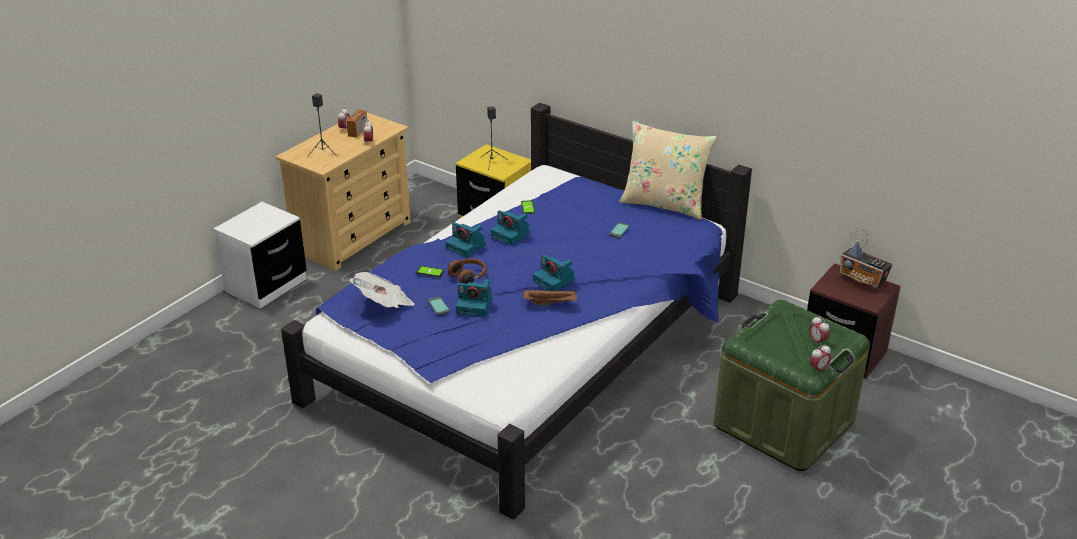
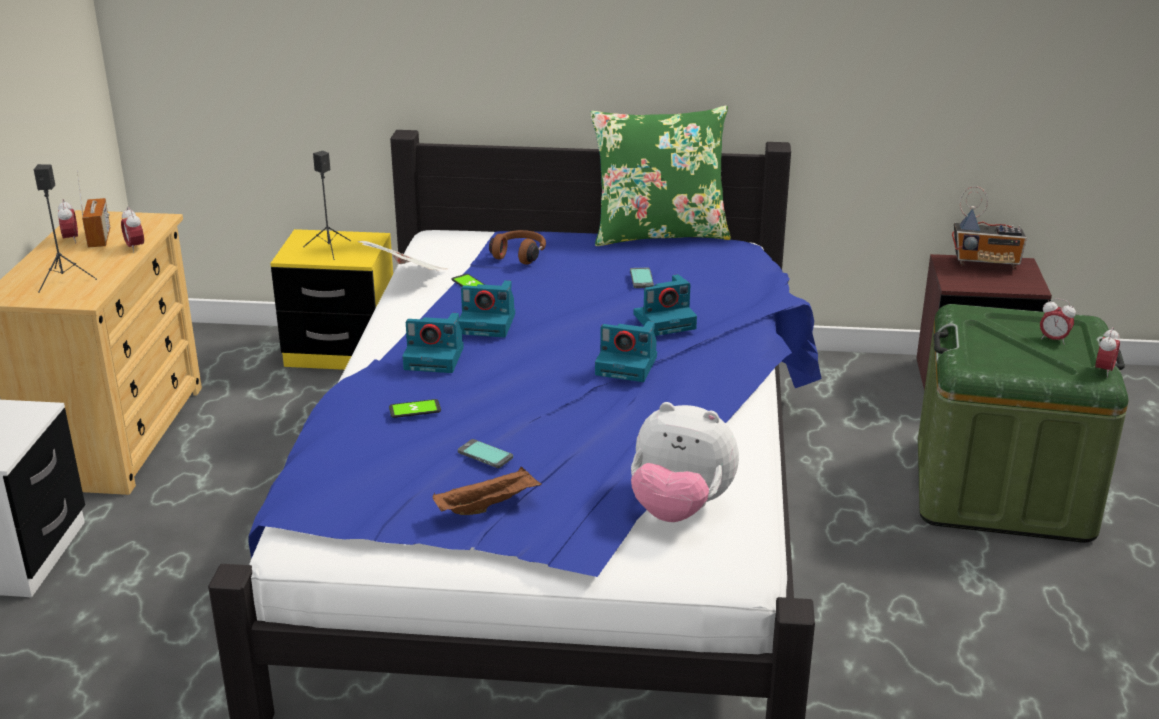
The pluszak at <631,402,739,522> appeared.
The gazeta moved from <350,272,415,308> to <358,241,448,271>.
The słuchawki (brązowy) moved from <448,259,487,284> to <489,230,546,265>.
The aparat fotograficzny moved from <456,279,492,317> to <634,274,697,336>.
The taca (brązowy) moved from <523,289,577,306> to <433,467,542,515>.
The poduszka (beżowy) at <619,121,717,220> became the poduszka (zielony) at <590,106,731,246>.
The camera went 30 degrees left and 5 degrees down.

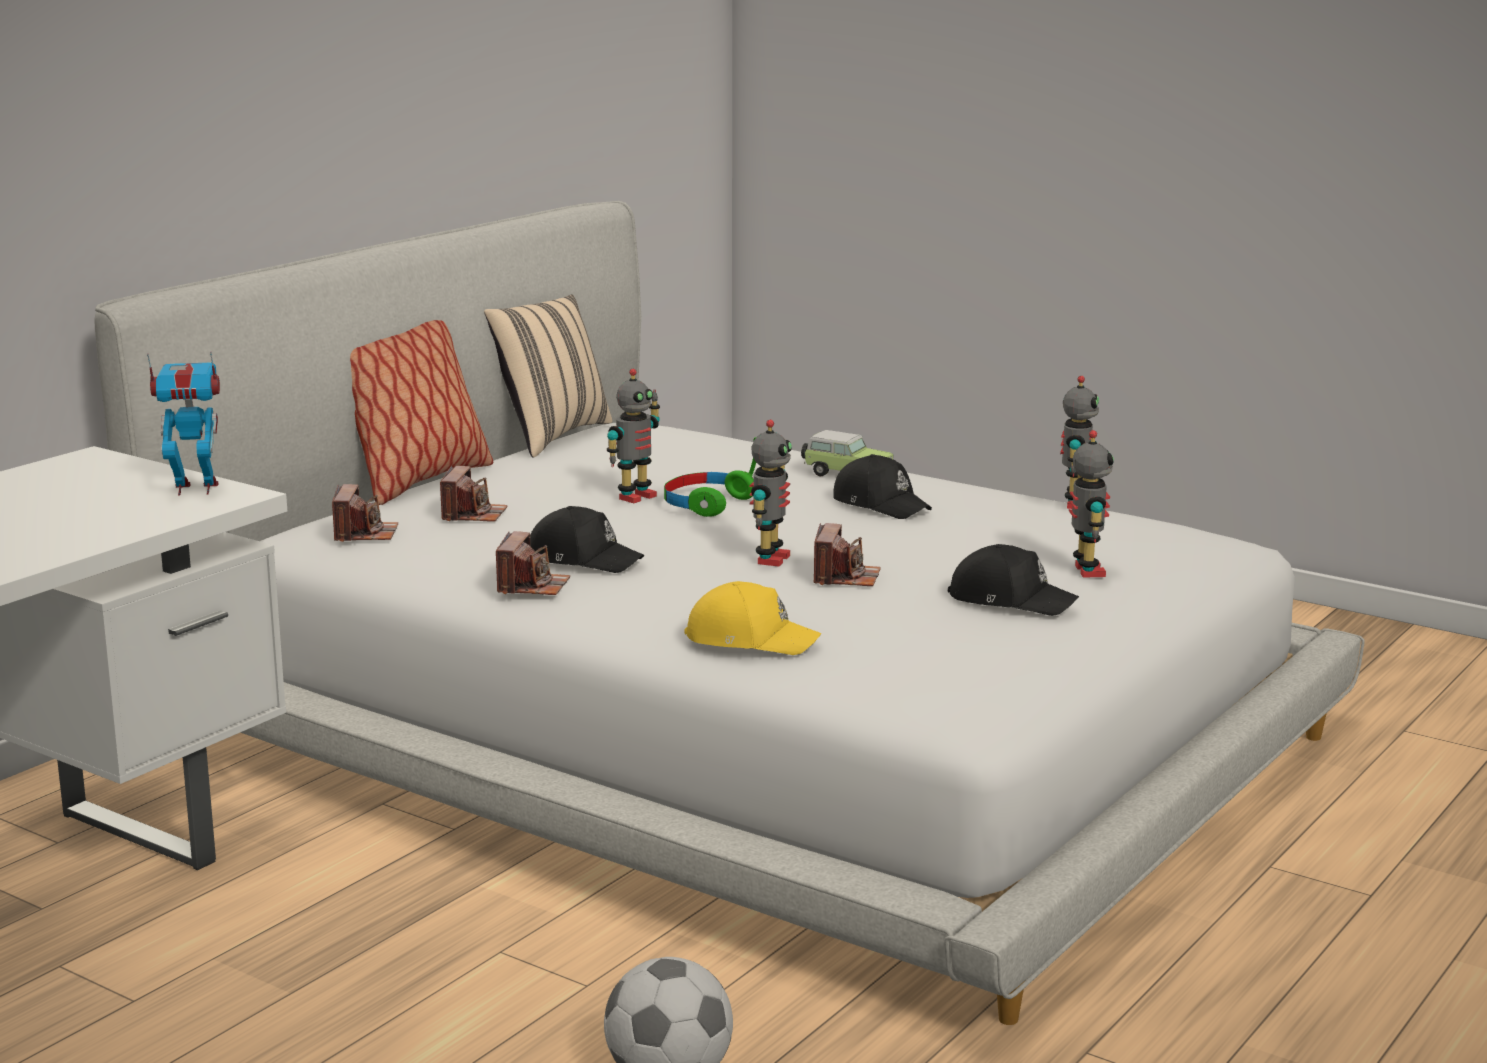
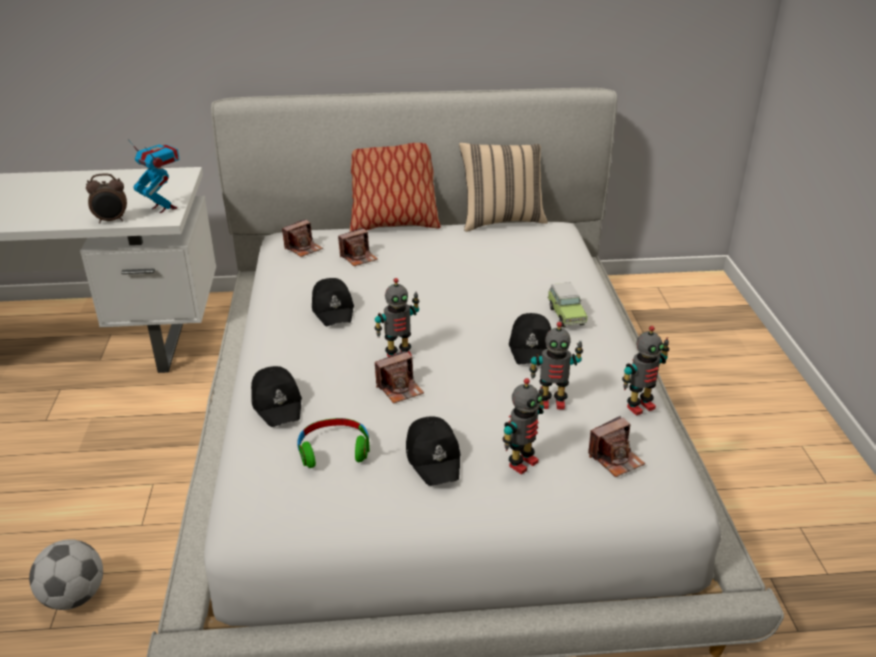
The budzik at <86,173,127,224> appeared.
The aparat fotograficzny moved from <496,531,570,595> to <588,416,645,477>.
The robot zabawkowy moved from <607,369,660,503> to <530,322,583,410>.
The słuchawki (zielony) moved from <664,437,756,517> to <298,418,370,468>.
The czapka z daszkiem (żółty) at <684,581,821,655> became the czapka z daszkiem (czarny) at <251,366,302,427>.
The camera went 50 degrees right and 15 degrees up.

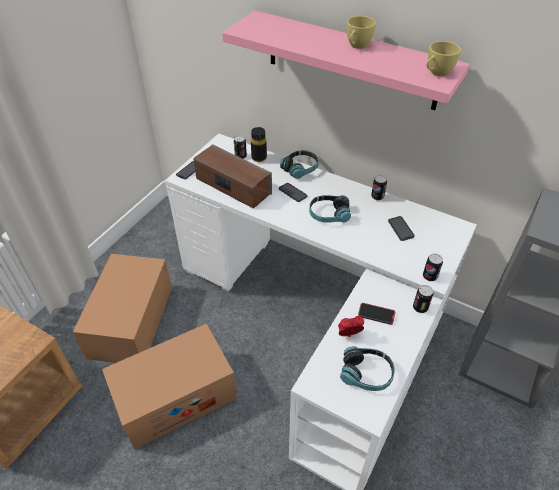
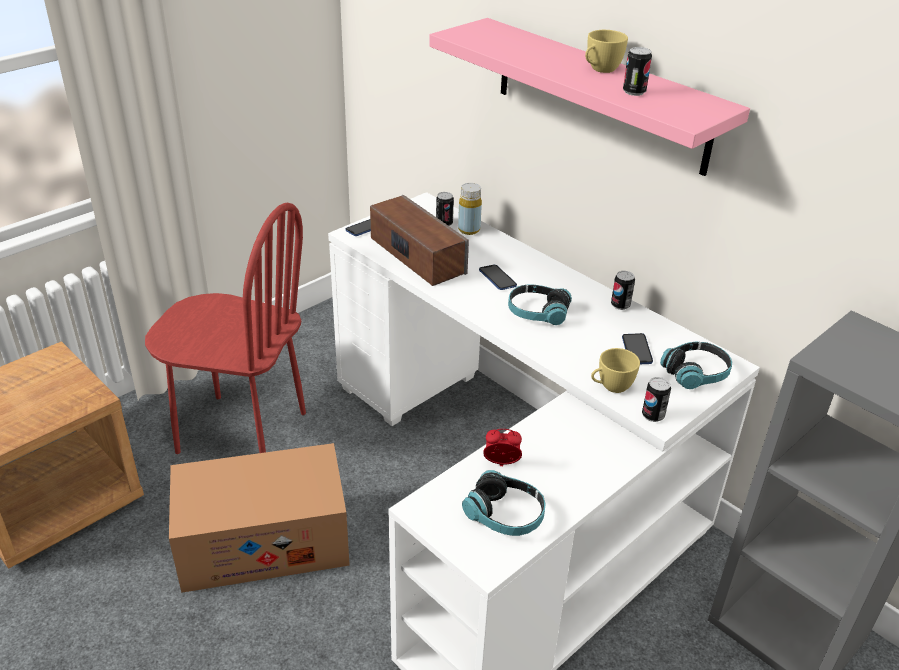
The telefon at <358,303,395,325> disappeared.
The słuchawki moved from <280,150,319,179> to <660,342,732,389>.
The puszka moved from <413,285,433,313> to <623,47,652,96>.
The filiżanka (żółty) moved from <426,41,461,76> to <591,348,640,393>.
The karton at <73,254,172,363> was replaced by the krzesło (czerwony) at <145,203,306,454>.
The butelka (czarny) at <251,127,267,162> became the butelka (żółty) at <458,183,482,235>.
The camera went 15 degrees right and 10 degrees down.

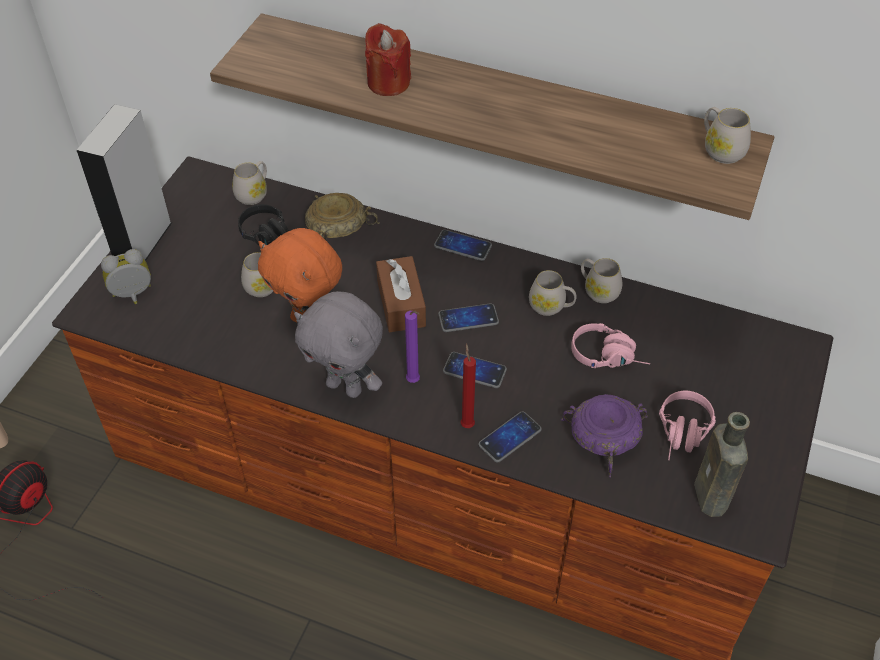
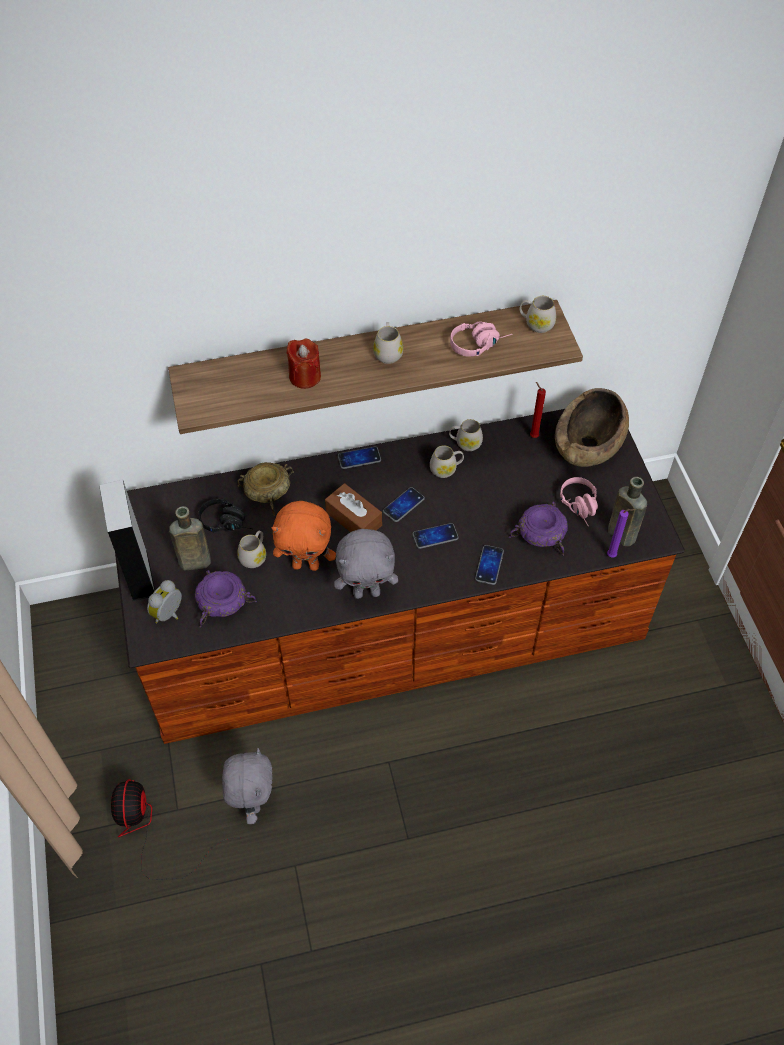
The butelka (brązowy) at <169,506,211,571> appeared.
The miska (fioletowy) at <195,570,257,627> appeared.
The pluszak (szary) at <222,748,273,824> appeared.
The miska (brązowy) at <555,388,629,467> appeared.
The kubek (biały) moved from <232,161,267,205> to <373,322,403,364>.
The świeca (fioletowy) moved from <405,311,420,383> to <607,509,635,558>.
The świeca (czerwony) moved from <460,343,476,428> to <530,382,546,438>.
The słuchawki (różowy) moved from <571,323,650,368> to <450,321,512,357>.
The camera went 35 degrees left and 5 degrees up.

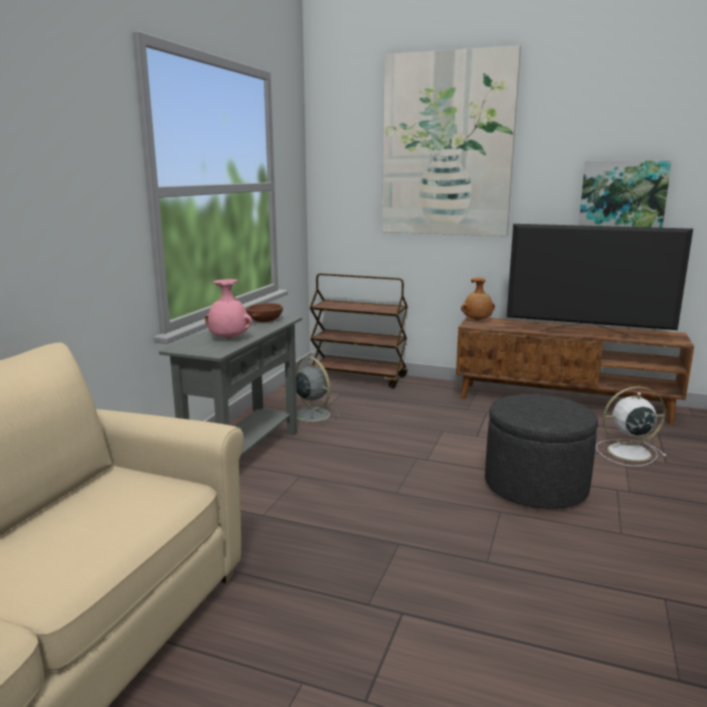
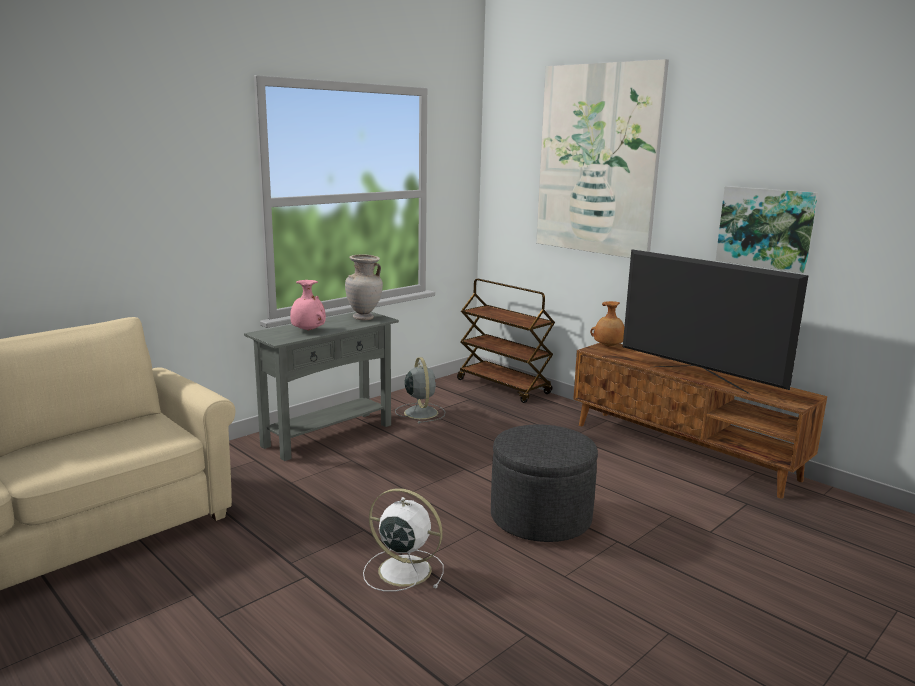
The wentylator (biały) moved from <596,386,666,467> to <363,488,444,592>.
The miska (brązowy) at <246,303,283,322> was replaced by the wazon (beżowy) at <345,255,383,320>.
The camera went 25 degrees right and 0 degrees up.

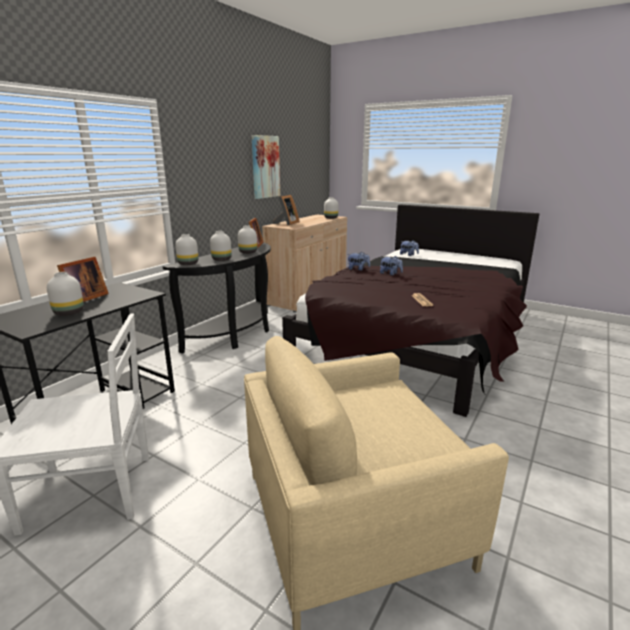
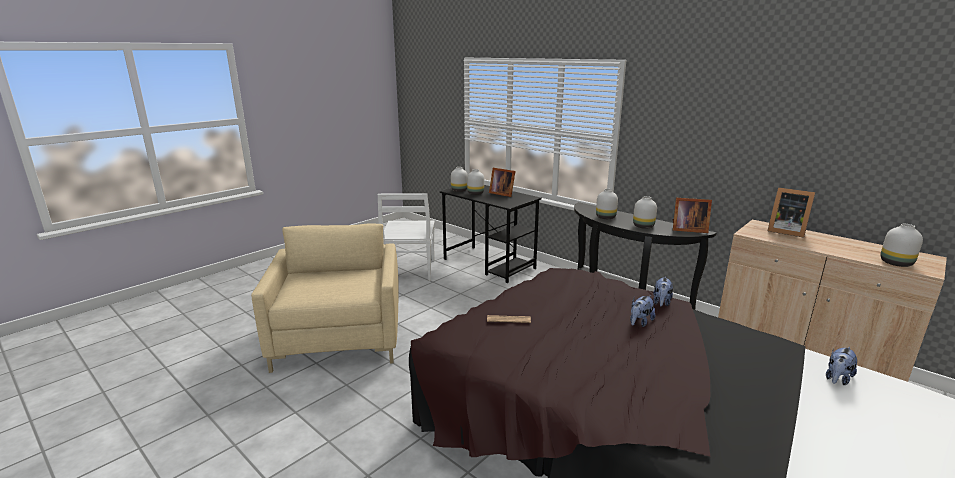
The obraz at <252,135,280,199> disappeared.
The wazon (biały) moved from <175,234,198,265> to <451,167,468,192>.
The camera went 100 degrees right and 0 degrees up.

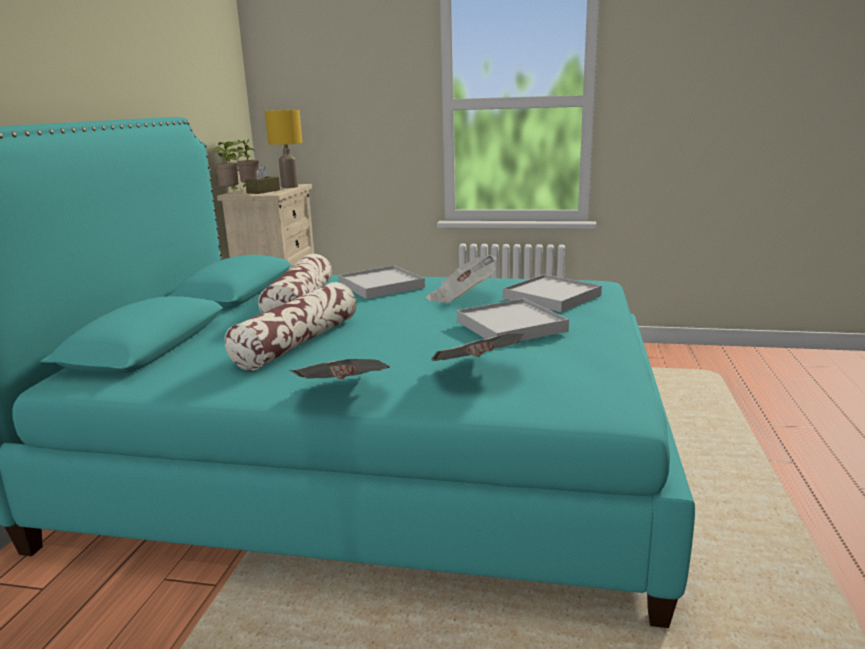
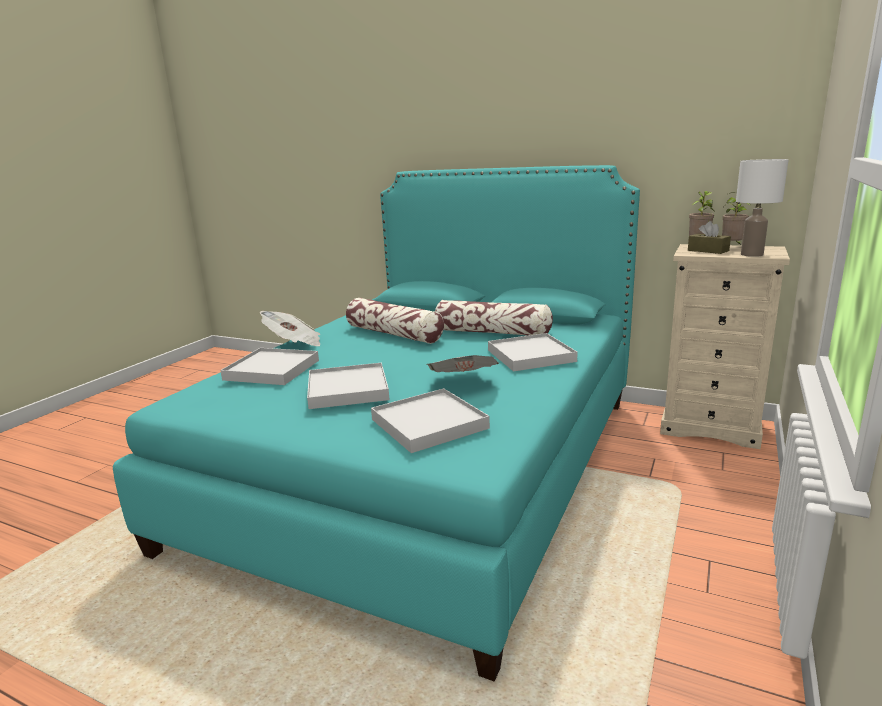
The gazeta at <431,334,524,361> was replaced by the taca (biały) at <220,348,319,385>.
The lampa stołowa (żółty) at <265,110,302,188> became the lampa stołowa (biały) at <736,159,789,257>.
The camera went 105 degrees right and 0 degrees up.

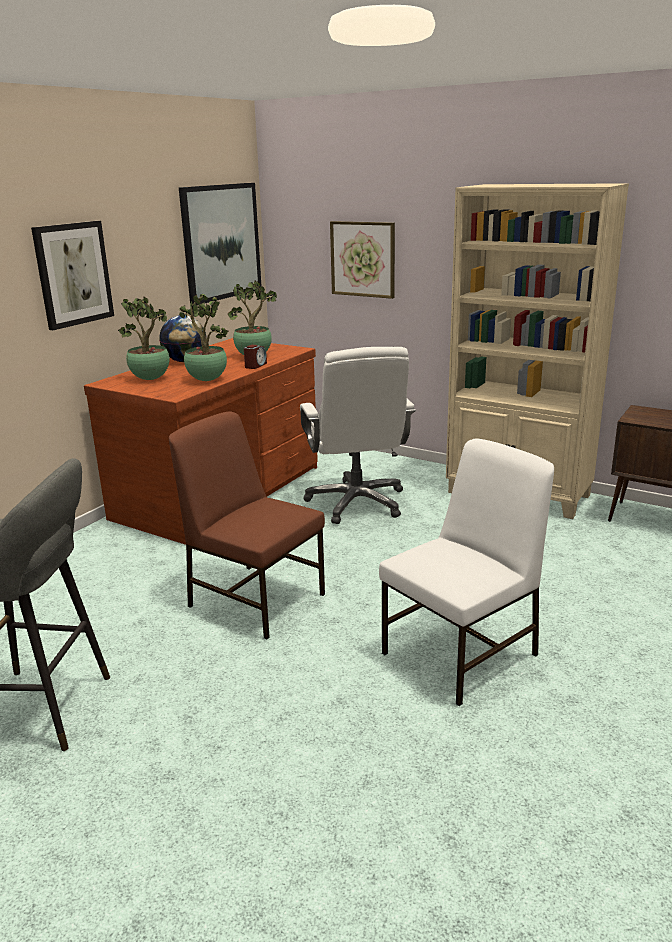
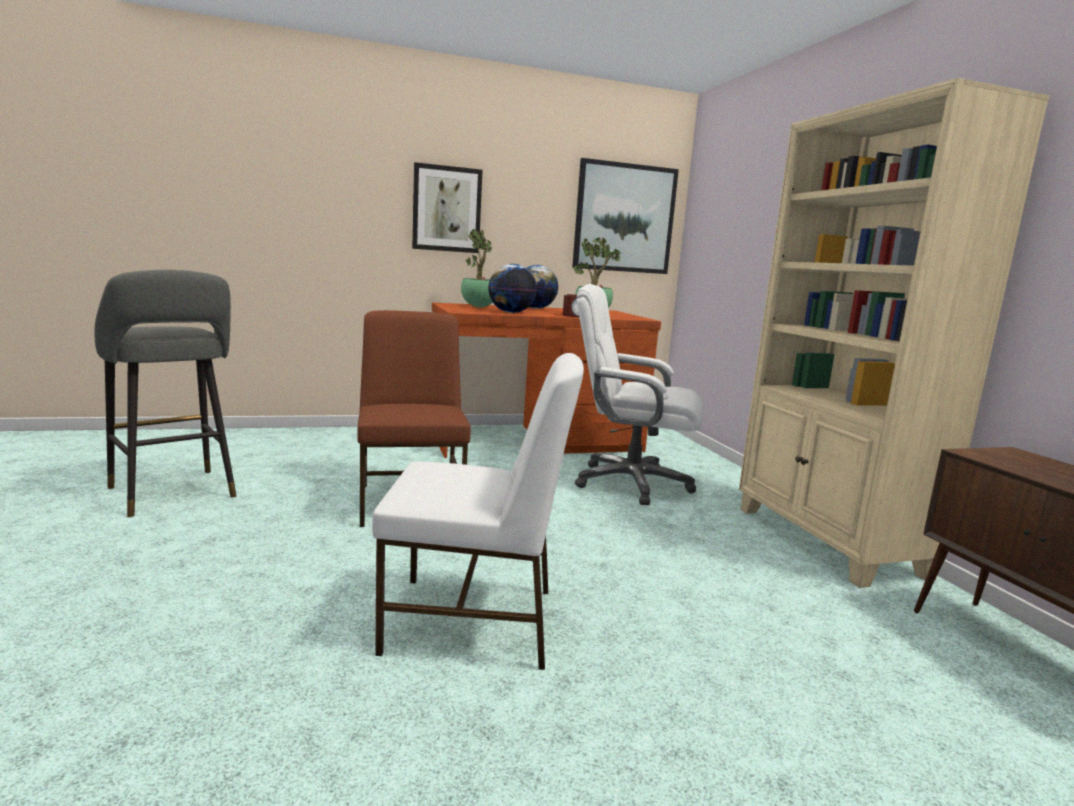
The obraz at <330,221,395,299> disappeared.
The roślina doniczkowa at <179,294,228,381> was replaced by the globus at <488,264,537,313>.
The krzesło biurowe (biały) at <300,347,416,524> turned 75 degrees clockwise.
The camera went 40 degrees right and 10 degrees down.

